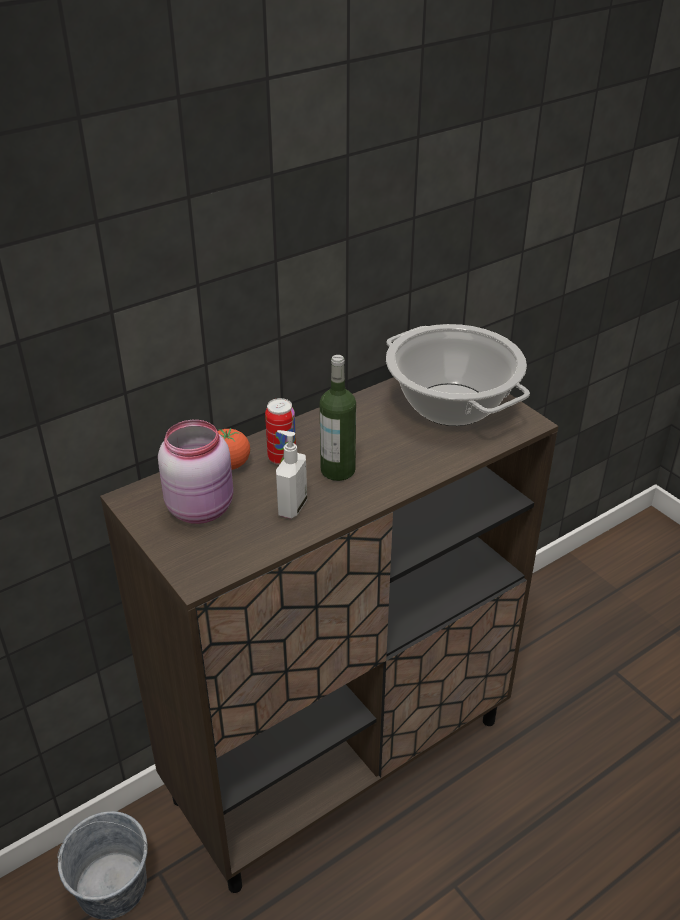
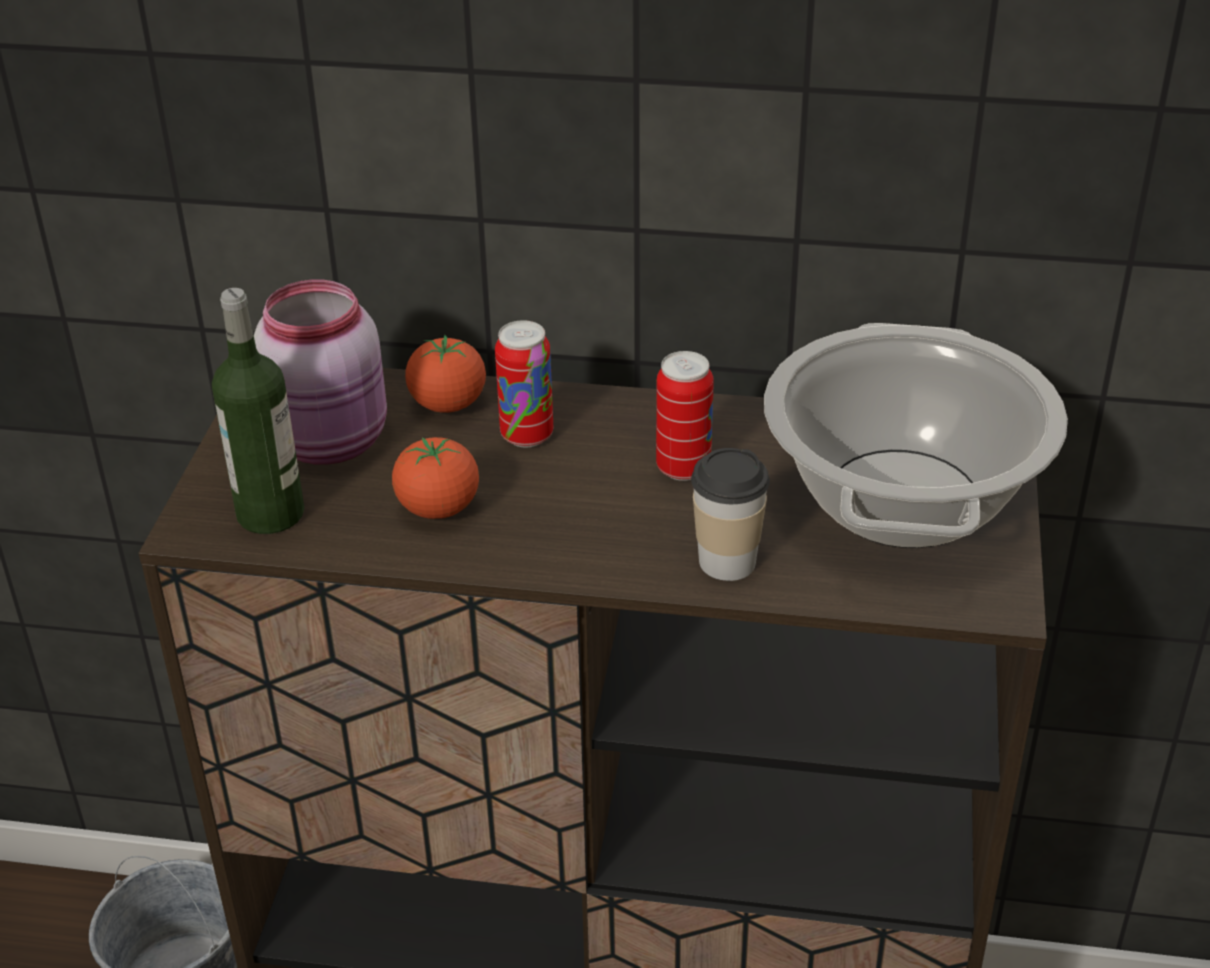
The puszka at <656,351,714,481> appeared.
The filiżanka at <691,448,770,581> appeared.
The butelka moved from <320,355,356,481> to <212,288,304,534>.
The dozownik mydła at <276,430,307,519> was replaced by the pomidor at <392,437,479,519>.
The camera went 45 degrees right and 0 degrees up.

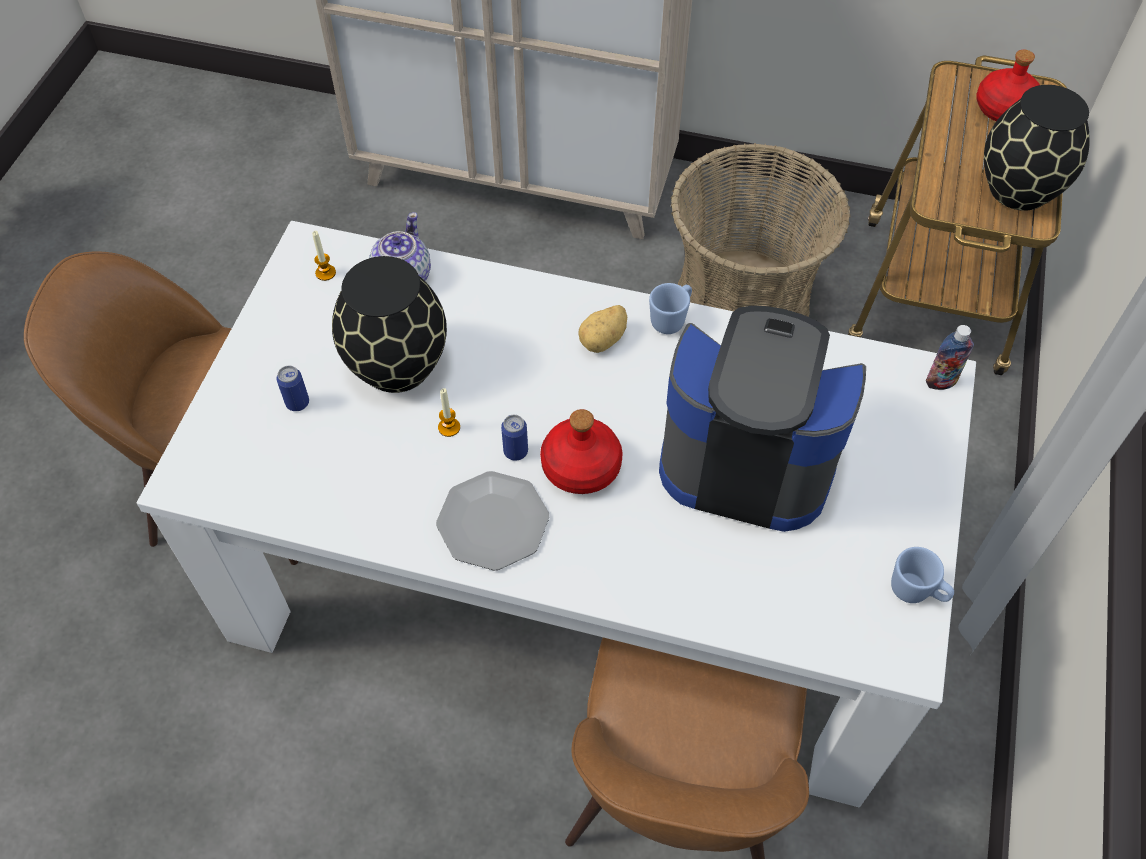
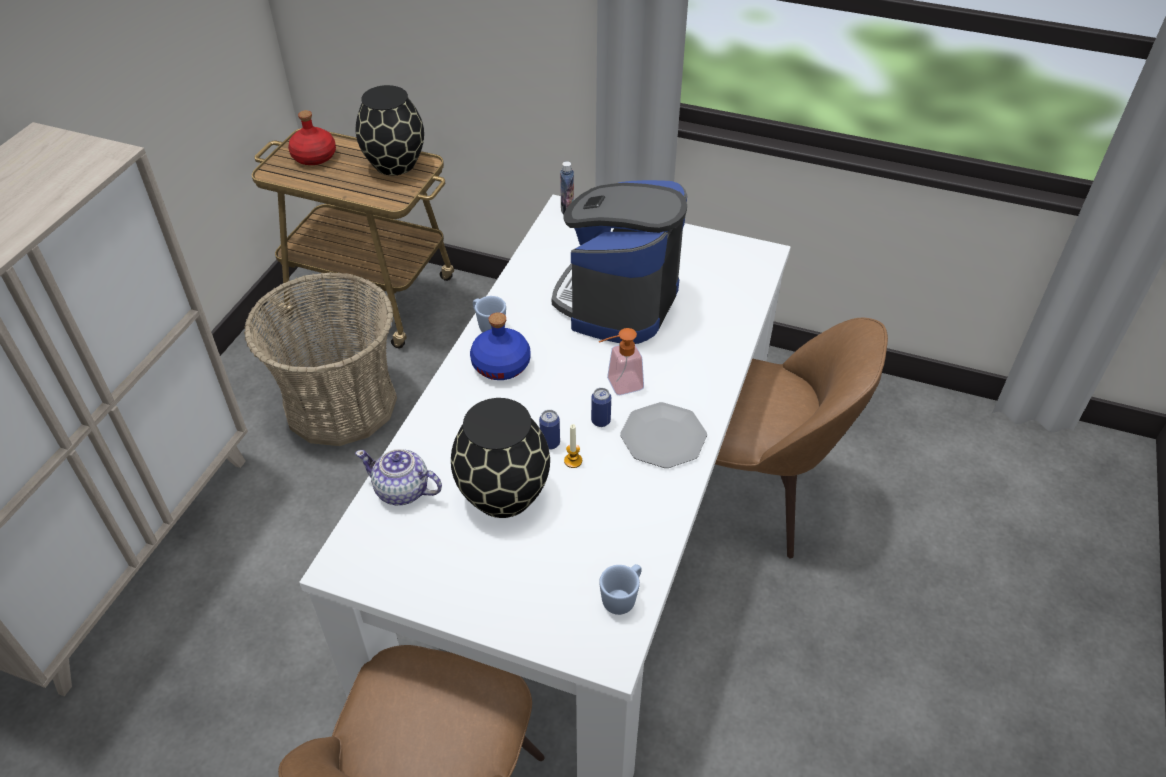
The świeca at <312,231,336,281> disappeared.
The puszka moved from <276,365,309,411> to <539,410,560,450>.
The kubek (niebieski) moved from <891,547,954,603> to <599,564,642,615>.
The butelka (czerwony) at <540,409,623,494> was replaced by the dozownik mydła at <599,328,644,395>.
The ziemniak at <578,305,627,353> was replaced by the butelka (niebieski) at <470,312,530,380>.
The camera went 85 degrees left and 10 degrees down.

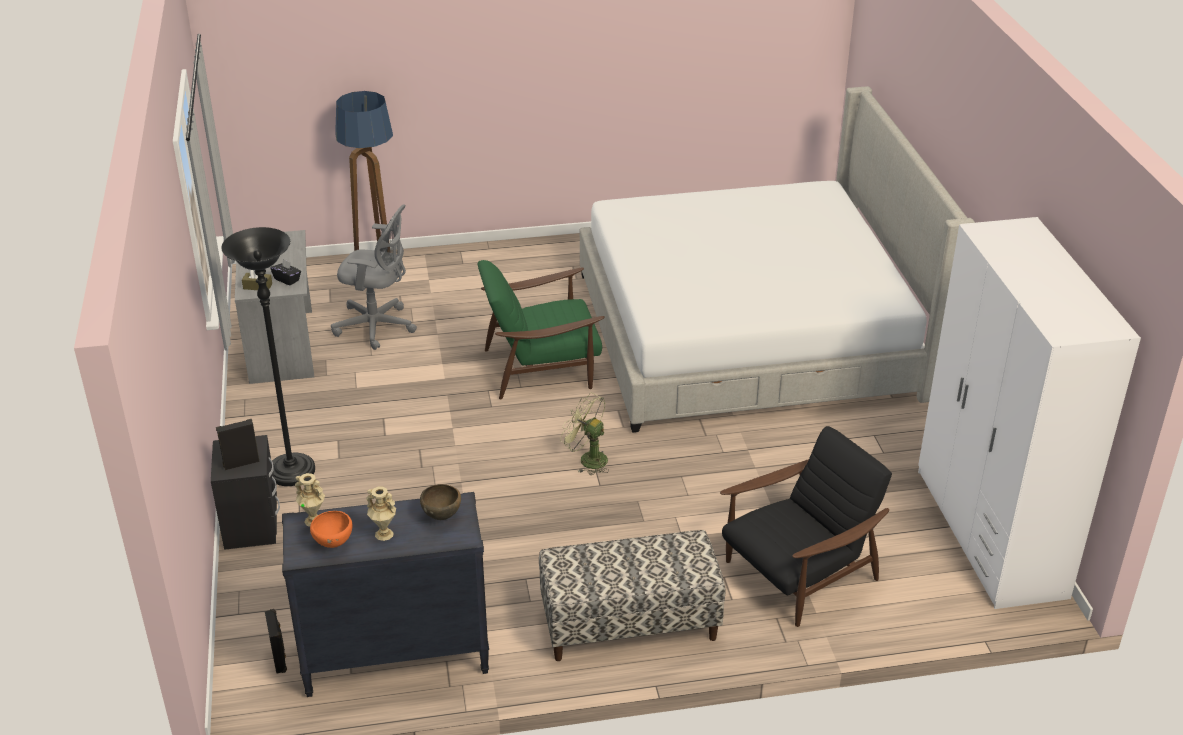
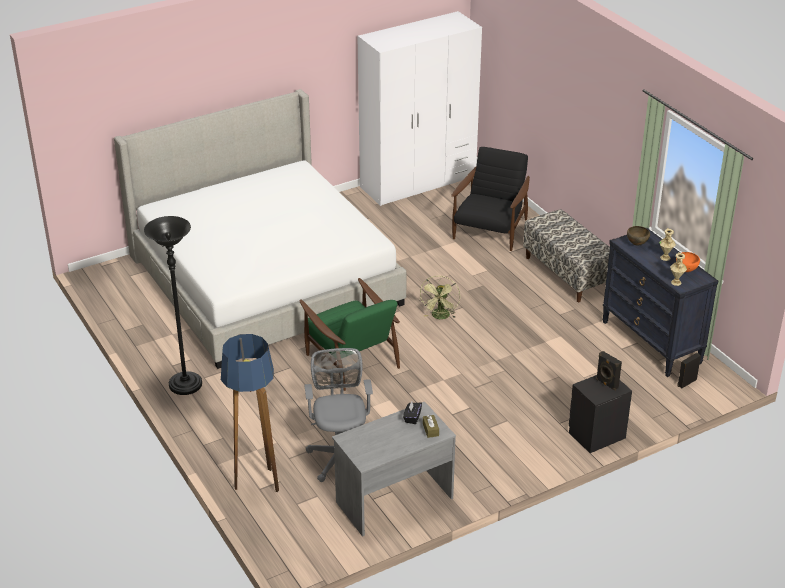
The lampa stojąca (czarny) moved from <221,227,315,486> to <144,216,202,395>.
The fotel (czarny) at <720,426,892,627> turned 75 degrees clockwise.
The camera went 110 degrees left and 0 degrees up.

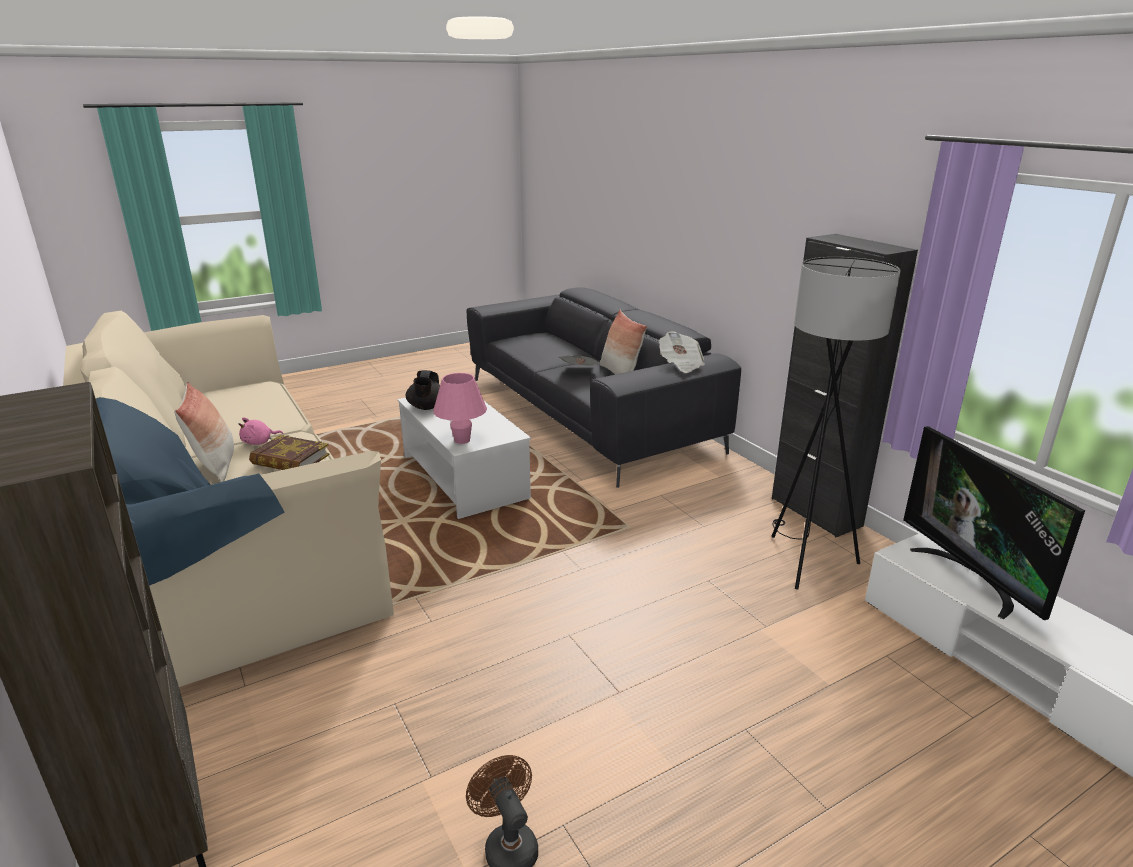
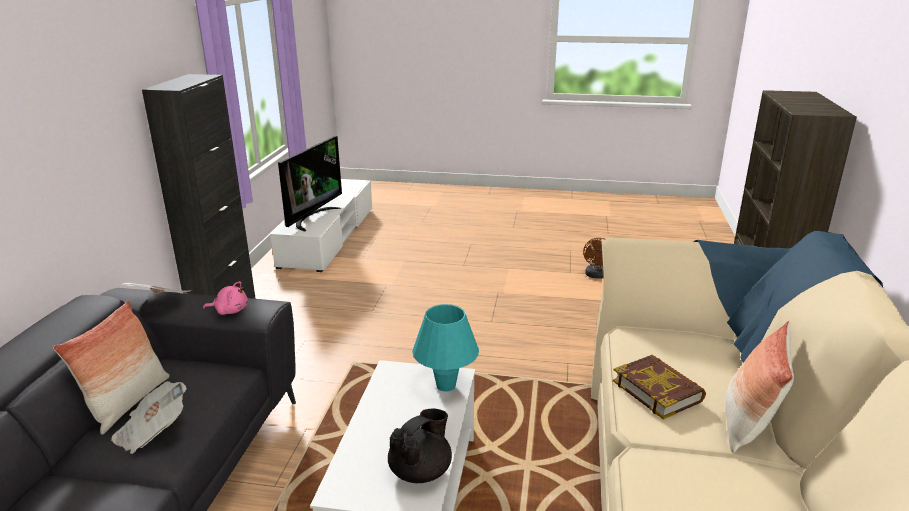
The lampa stojąca (czarny) at <772,257,901,590> disappeared.
The pluszak (różowy) moved from <239,417,283,445> to <203,281,248,315>.
The lampa stołowa (różowy) at <433,373,487,444> became the lampa stołowa (turkusowy) at <412,304,479,392>.
The camera went 140 degrees left and 0 degrees up.

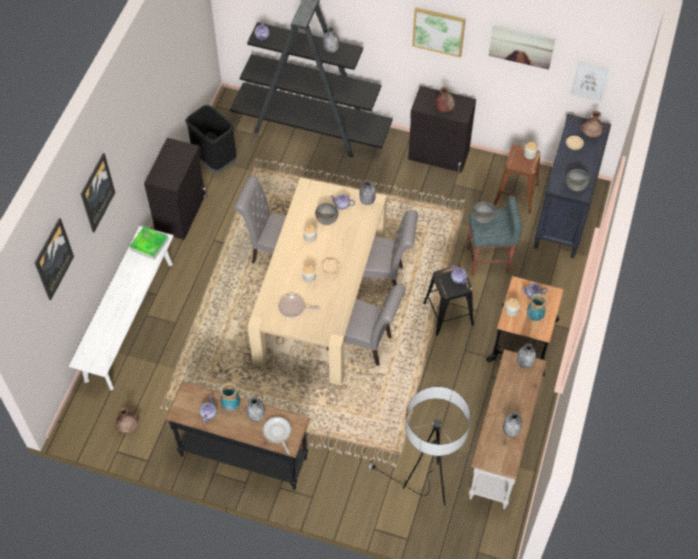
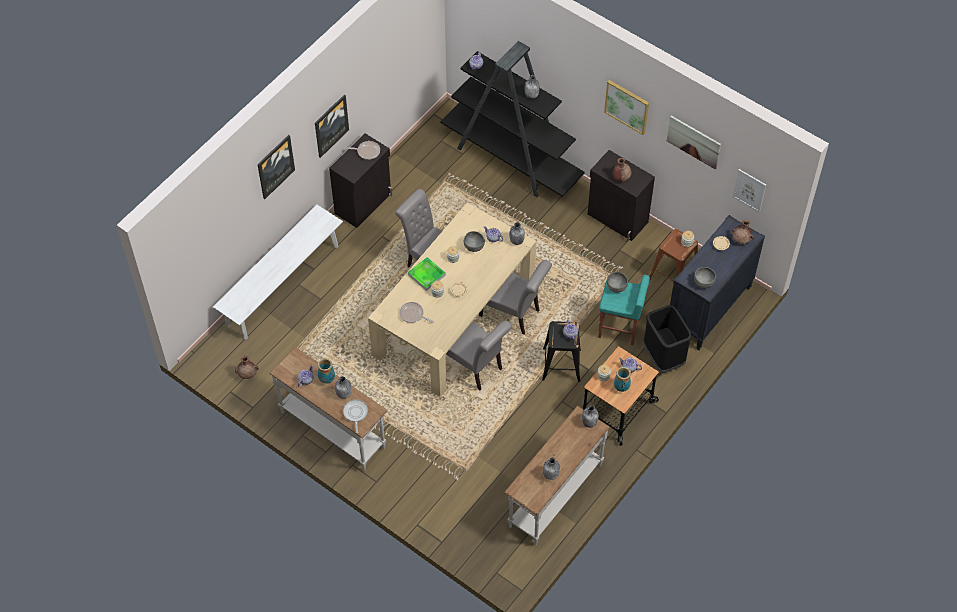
The lampa stojąca at <367,386,471,506> disappeared.
The patelnia at <345,141,380,160> appeared.
The obraz moved from <35,218,74,300> to <315,95,349,158>.
The taca moved from <130,226,169,260> to <408,257,446,291>.
The kosz na śmieci (czarny) moved from <185,105,237,173> to <644,305,692,373>.
The stolik konsolowy (czarny) at <165,381,310,490> became the stolik konsolowy (biały) at <269,347,388,471>.
The stołek (szary) at <467,196,522,276> became the stołek (turkusowy) at <598,275,650,345>.
The camera went 20 degrees right and 0 degrees up.

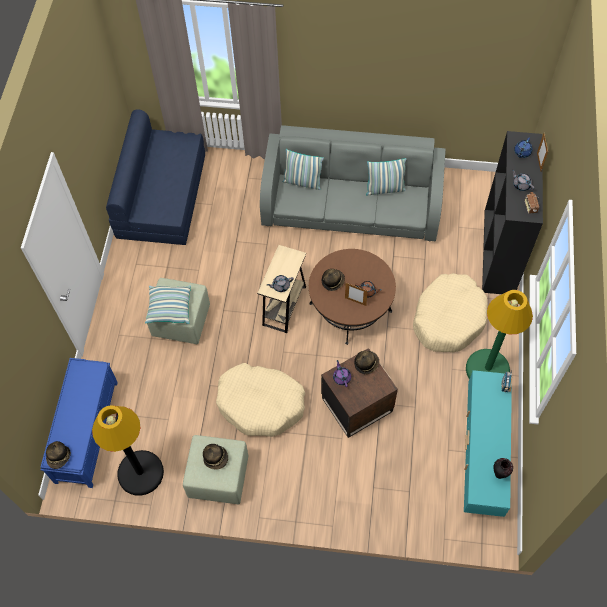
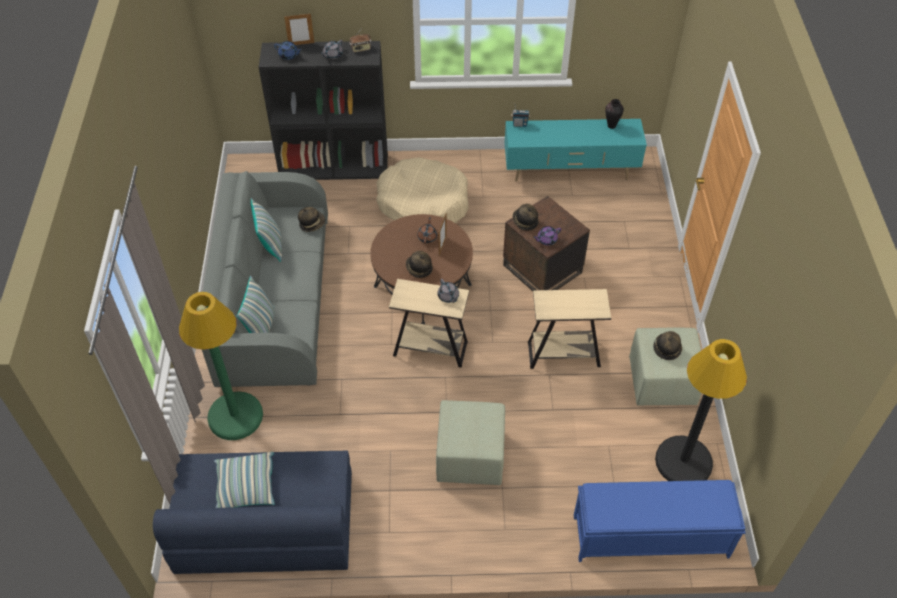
The kapelusz moved from <46,441,71,469> to <298,207,325,232>.
The poduszka moved from <145,285,191,324> to <214,452,275,508>.
The lampa stojąca (zielony) moved from <466,290,533,379> to <179,292,263,440>.
The legowisko (beżowy) at <216,363,305,437> was replaced by the stolik (beżowy) at <528,289,611,369>.
The camera went 100 degrees left and 10 degrees down.

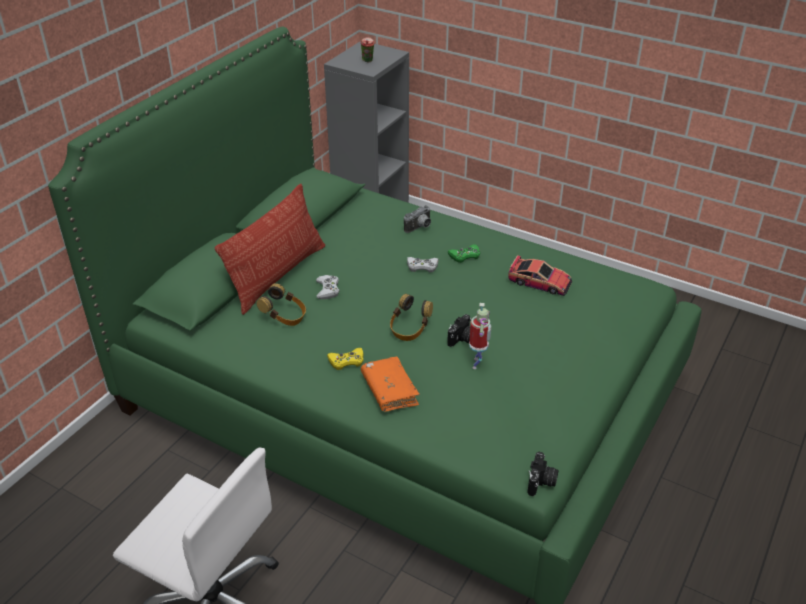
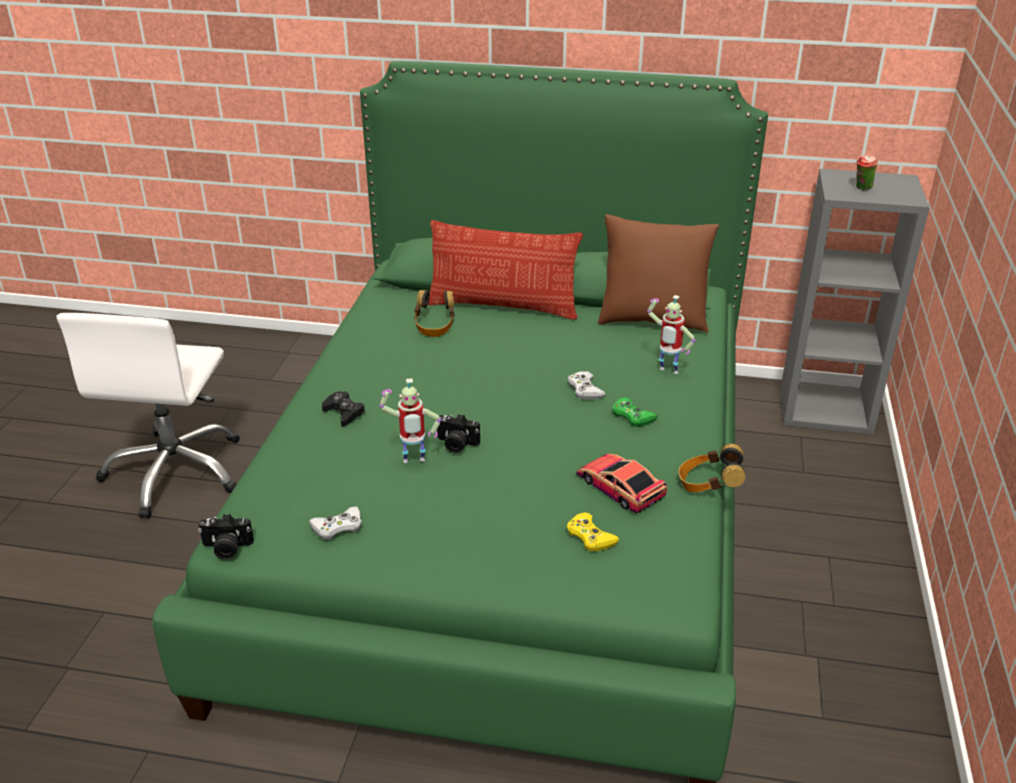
The poduszka (brązowy) at <598,214,719,333> appeared.
The pad do gier (biały) moved from <316,275,340,299> to <309,506,362,540>.
The pad do gier (żółty) moved from <327,348,364,370> to <567,512,620,551>.
The słuchawki moved from <390,294,433,341> to <679,444,745,492>.
The książka (pomarańczowy) at <361,356,420,412> was replaced by the pad do gier (czarny) at <322,391,365,426>.
The aparat fotograficzny at <404,205,431,233> was replaced by the robot zabawkowy at <647,295,696,374>.
The samochodzik at <508,255,572,296> turned 135 degrees clockwise.
The camera went 70 degrees right and 5 degrees down.

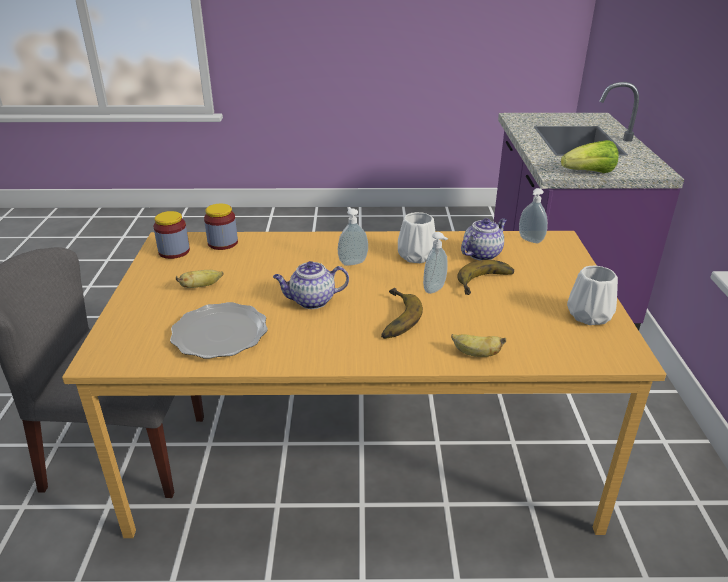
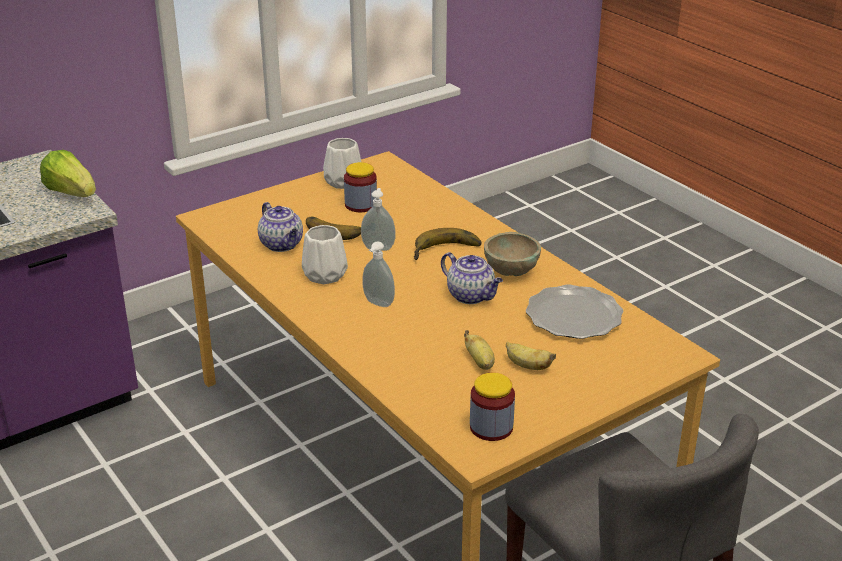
The dozownik mydła at <519,188,548,243> disappeared.
The miska (beżowy) at <484,232,541,276> appeared.
The słoik moved from <204,204,238,250> to <344,162,377,212>.
The banan moved from <451,334,506,357> to <464,330,495,370>.
The imbryk at <461,218,507,260> turned 135 degrees counterclockwise.
The camera went 125 degrees left and 0 degrees up.

